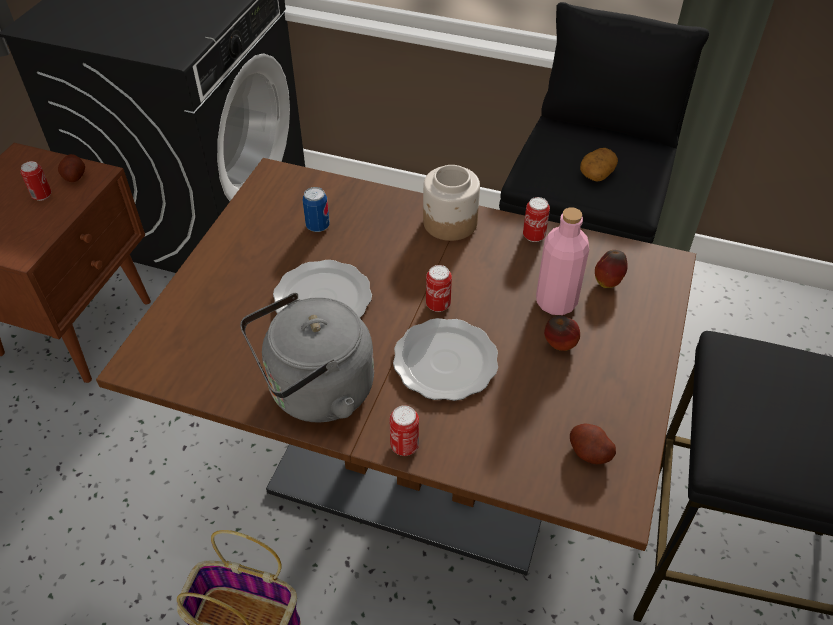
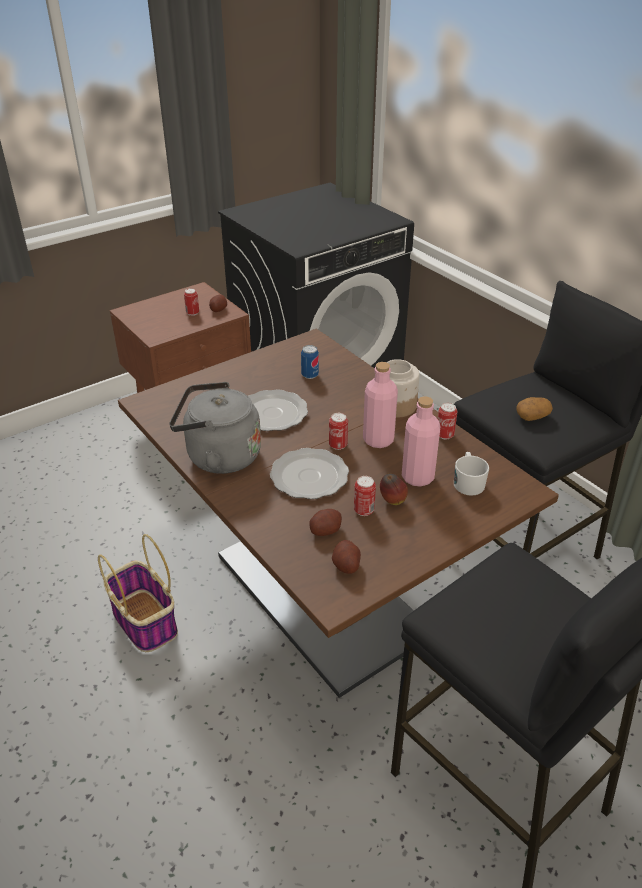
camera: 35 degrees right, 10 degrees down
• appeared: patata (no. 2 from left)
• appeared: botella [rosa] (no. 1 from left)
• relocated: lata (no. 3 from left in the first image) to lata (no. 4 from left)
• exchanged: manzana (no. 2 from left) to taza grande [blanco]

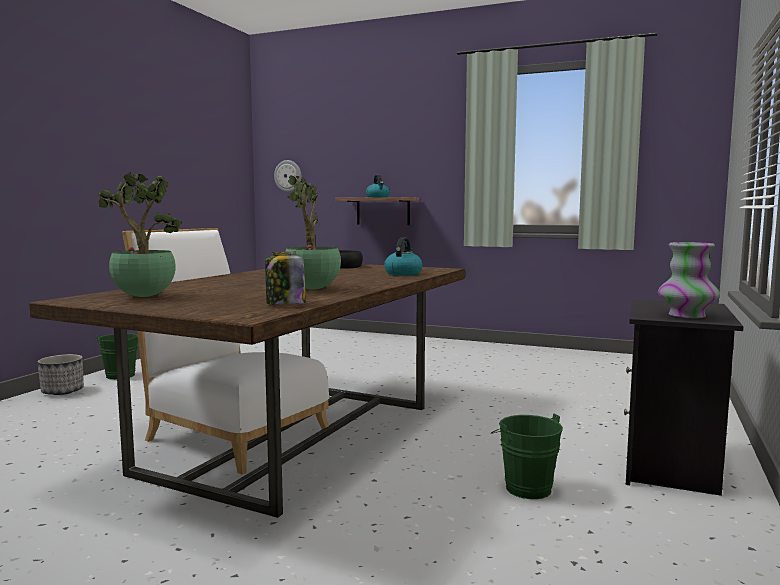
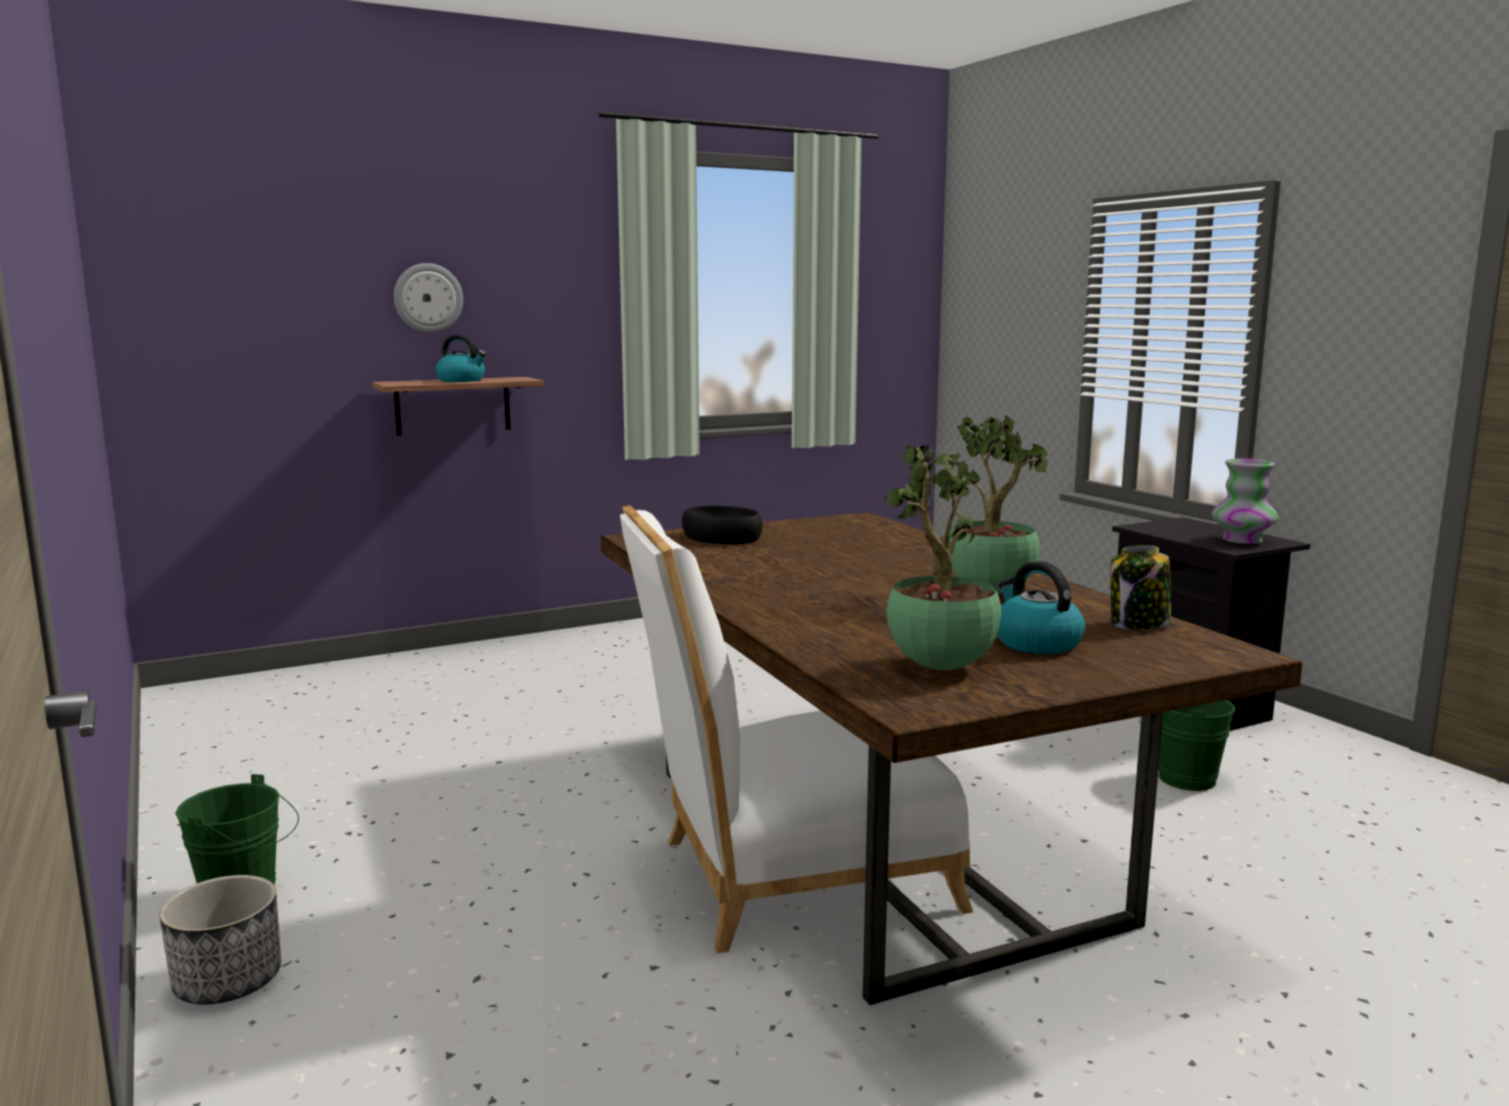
camera: 50 degrees left, 5 degrees up
• relocated: reloj de pared
• relocated: hervidor (no. 2 from left)

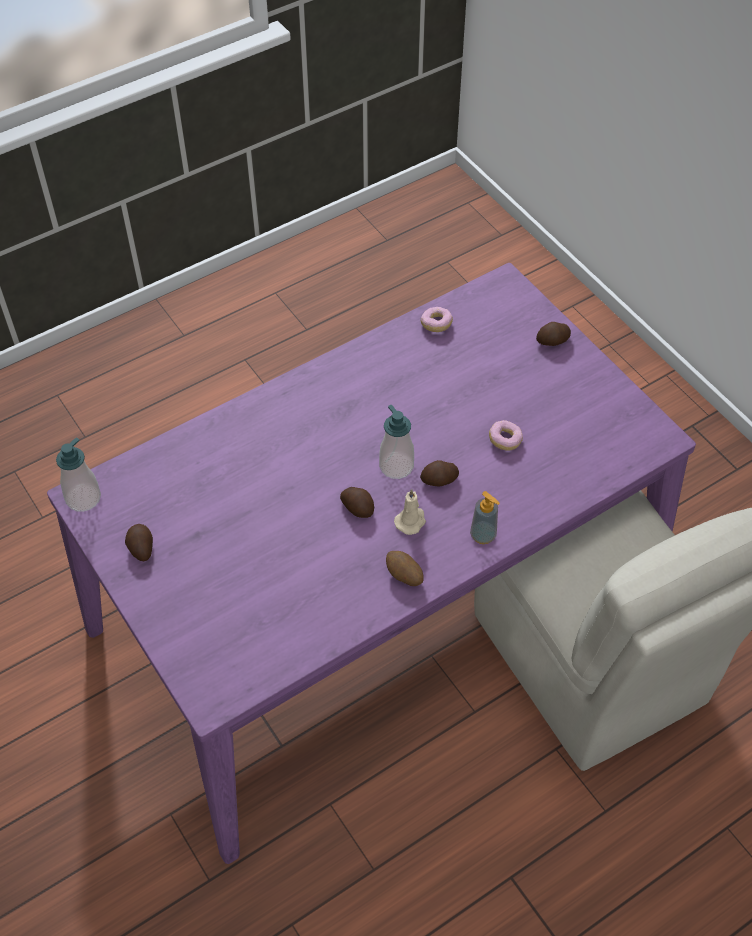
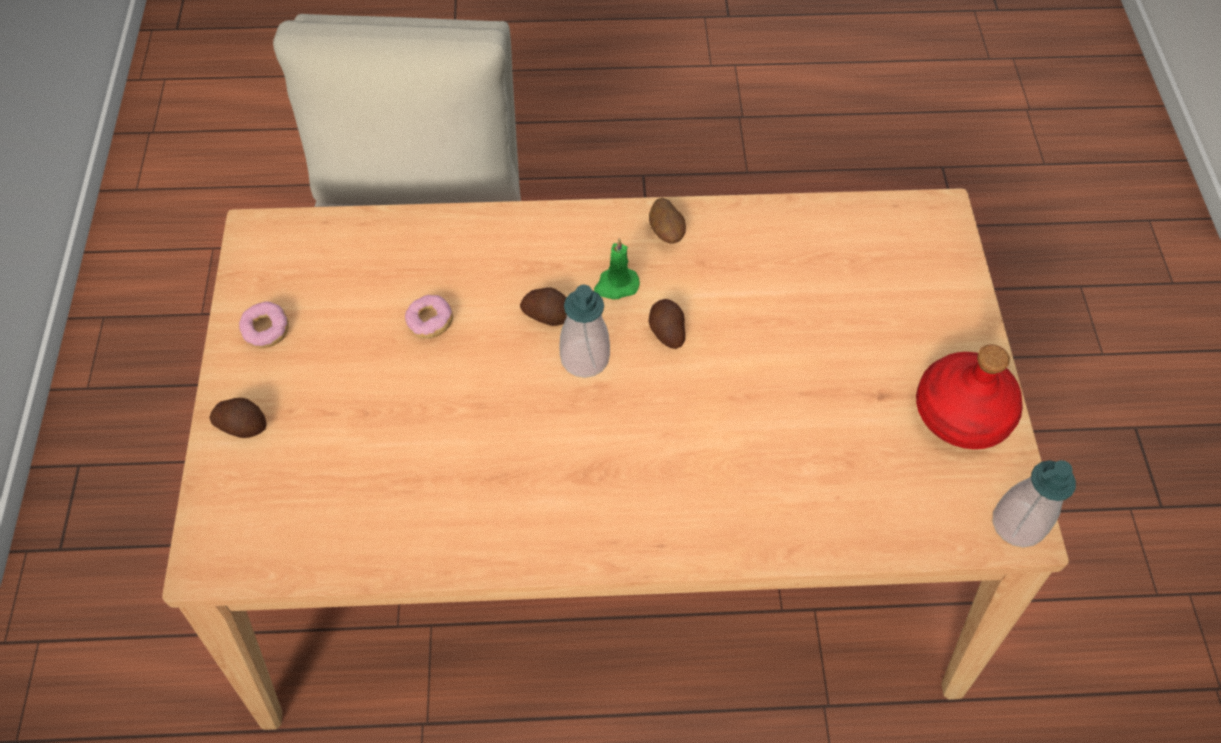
camera: 150 degrees left, 5 degrees up
• missing: dispensador de jabón (no. 3 from left)
• relocated: rosquilla (no. 1 from left)
• exchanged: patata (no. 1 from left) to botella [rojo]
• colour: mesa de comedor [morado] to mesa de comedor [beis]
• colour: vela [beis] to vela [verde]

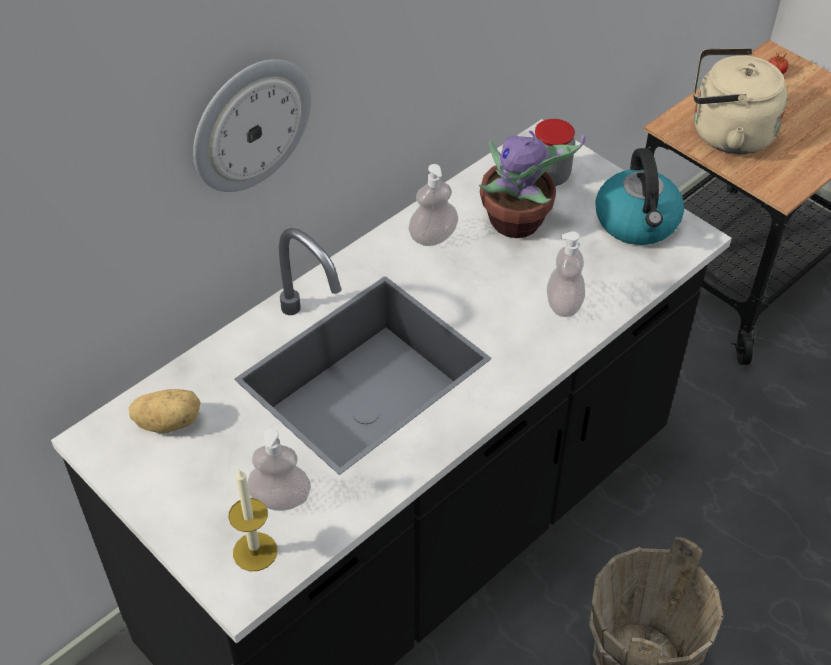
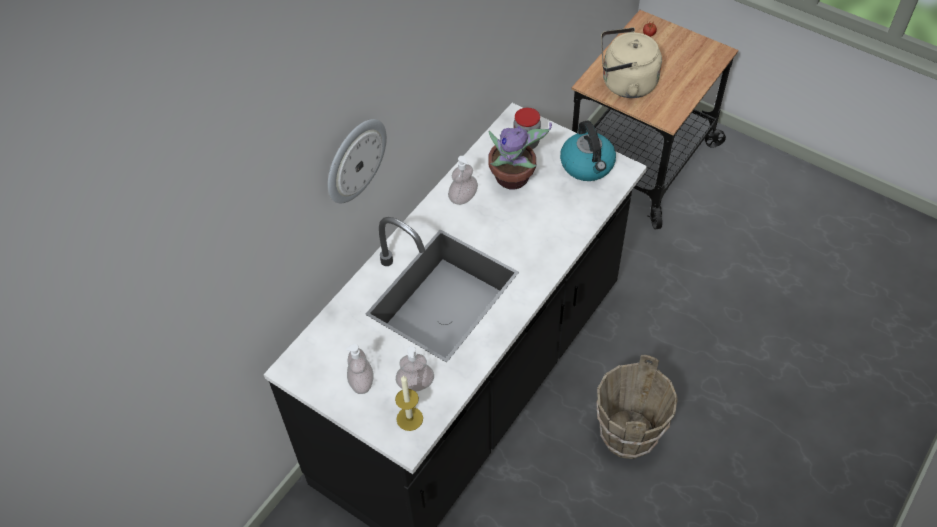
camera: 10 degrees left, 5 degrees up
• missing: patata
• relocated: dispensador de jabón (no. 3 from left in the first image) to dispensador de jabón (no. 1 from left)

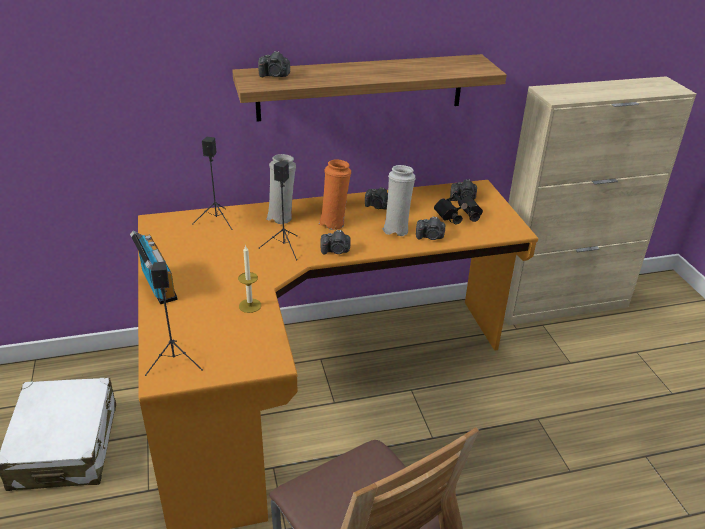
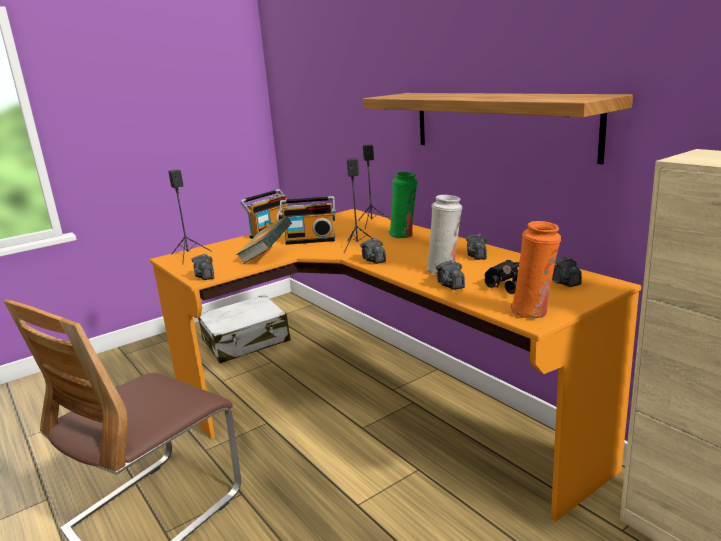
camera: 70 degrees right, 15 degrees down
• appeared: radio (no. 2 from left)
• relocated: cámara (no. 1 from left)
• relocated: florero [naranja]
• exchanged: vela to libro
• colour: florero [blanco] (no. 1 from left) to florero [verde]

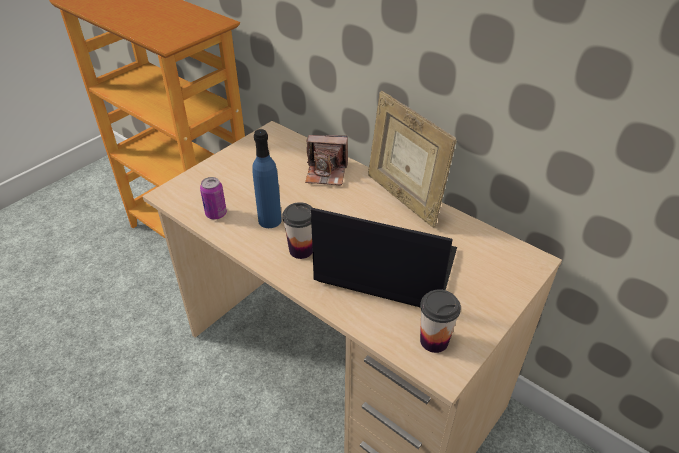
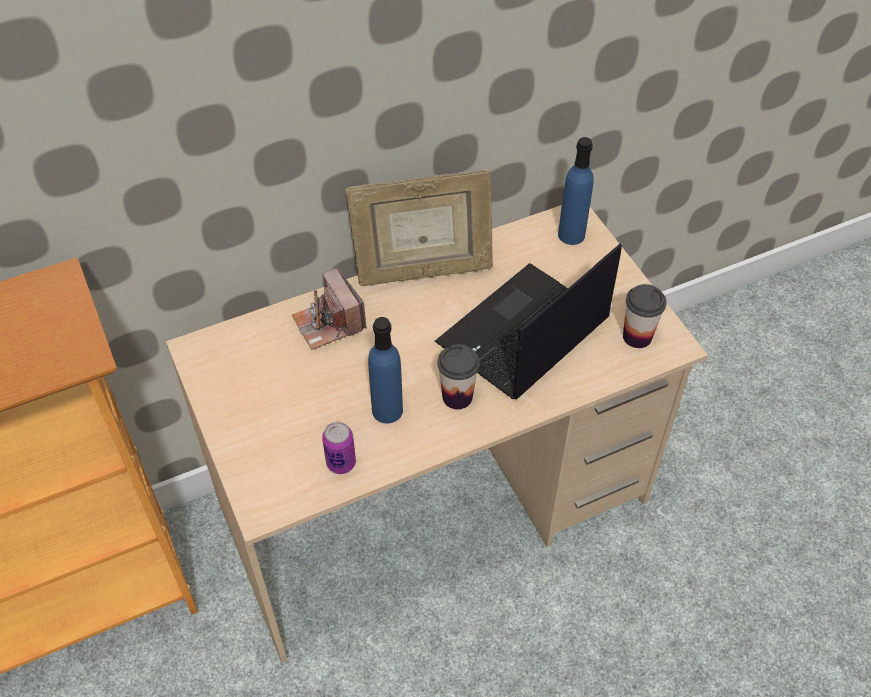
camera: 65 degrees left, 10 degrees up
• appeared: botella [azul] (no. 2 from left)
• spun: cámara 120 degrees clockwise

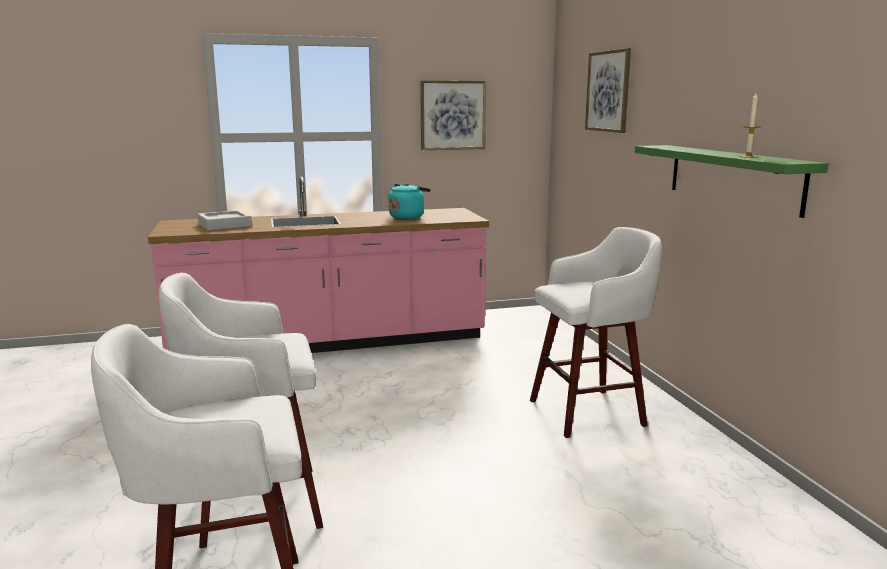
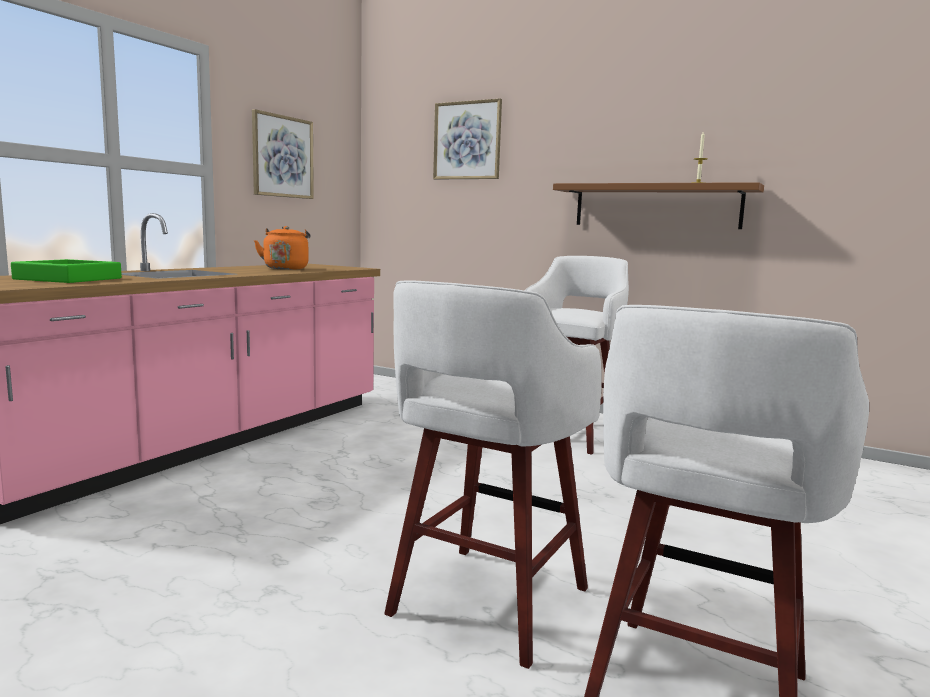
camera: 45 degrees left, 5 degrees down
• colour: bandeja [gris] to bandeja [verde]
• colour: hervidor [turquesa] to hervidor [naranja]
• colour: estante [verde] to estante [marrón]

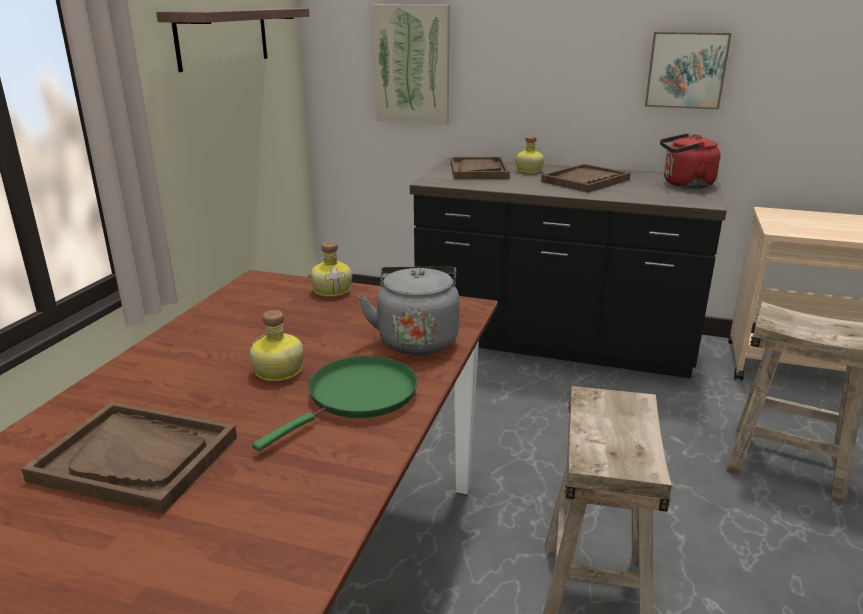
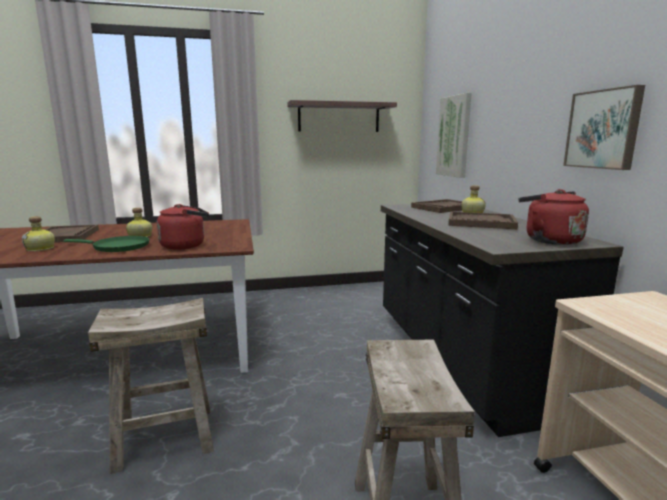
camera: 60 degrees right, 10 degrees down
• relocated: botella (no. 2 from left in the first image) to botella (no. 1 from left)
• colour: hervidor [gris] to hervidor [rojo] (no. 1 from left)

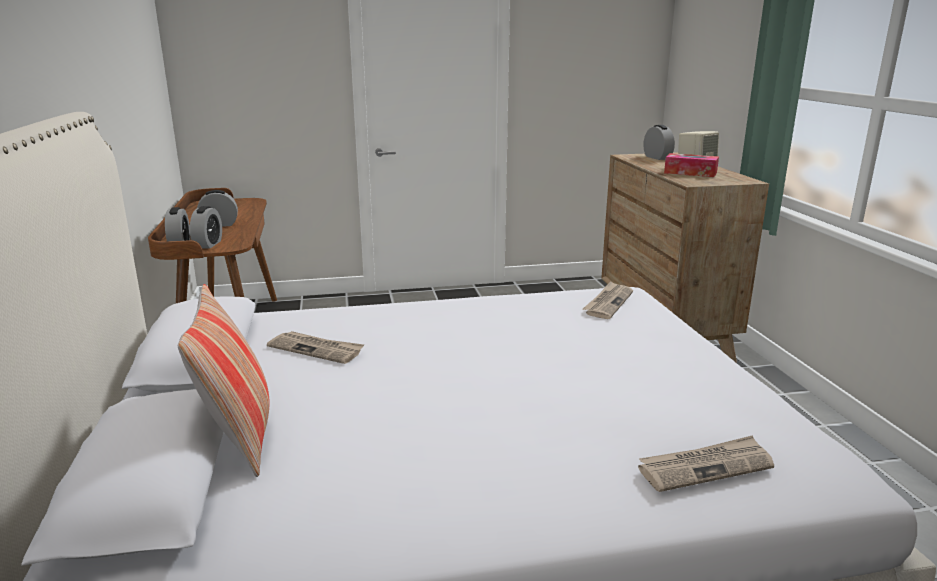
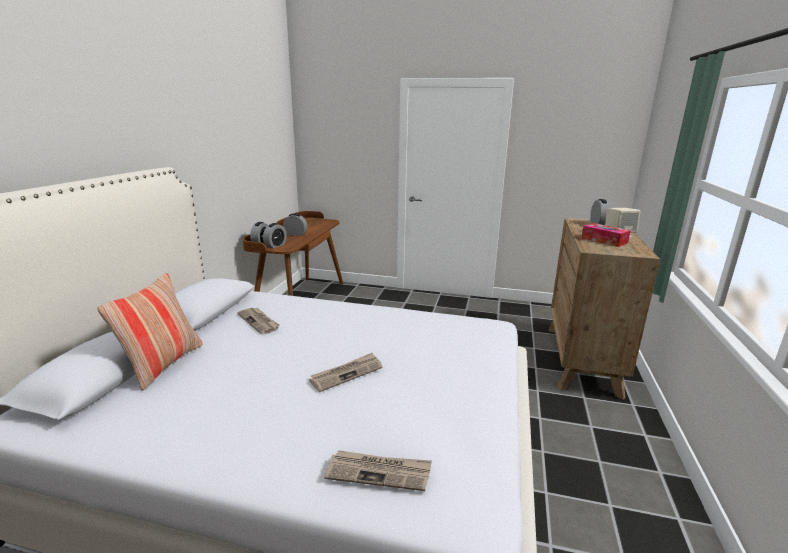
camera: 25 degrees right, 0 degrees up
• relocated: periódico (no. 2 from left)

